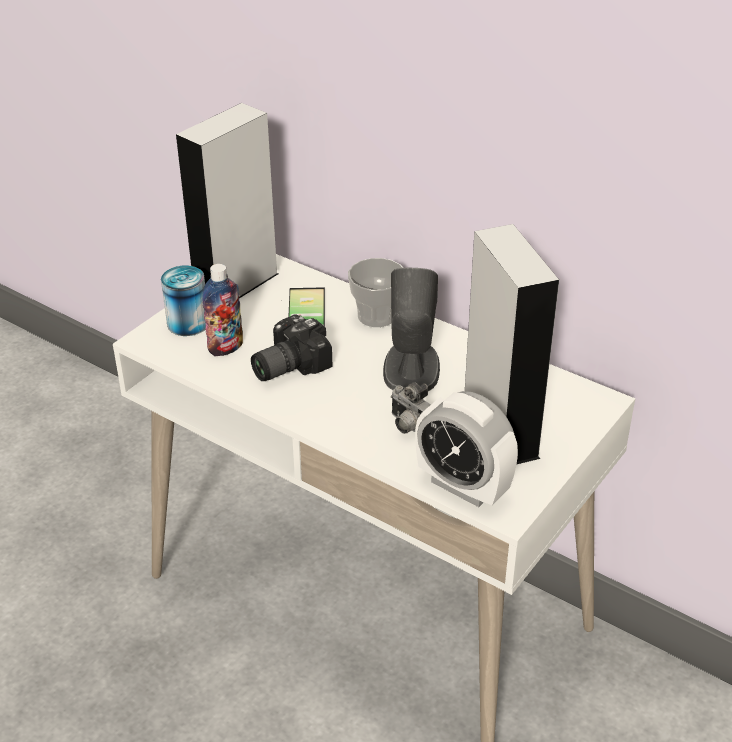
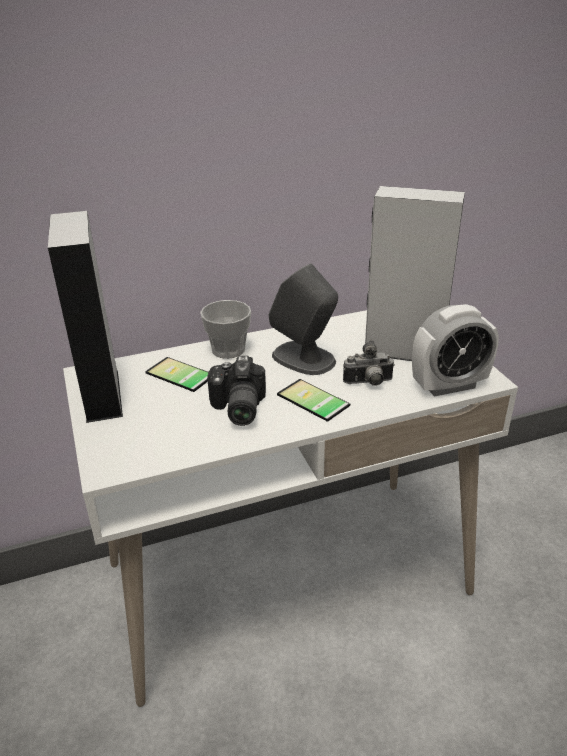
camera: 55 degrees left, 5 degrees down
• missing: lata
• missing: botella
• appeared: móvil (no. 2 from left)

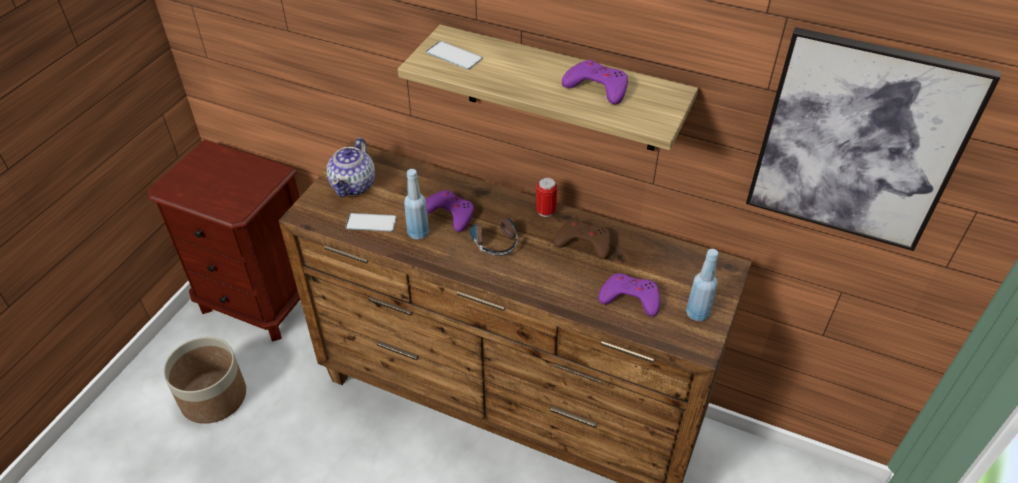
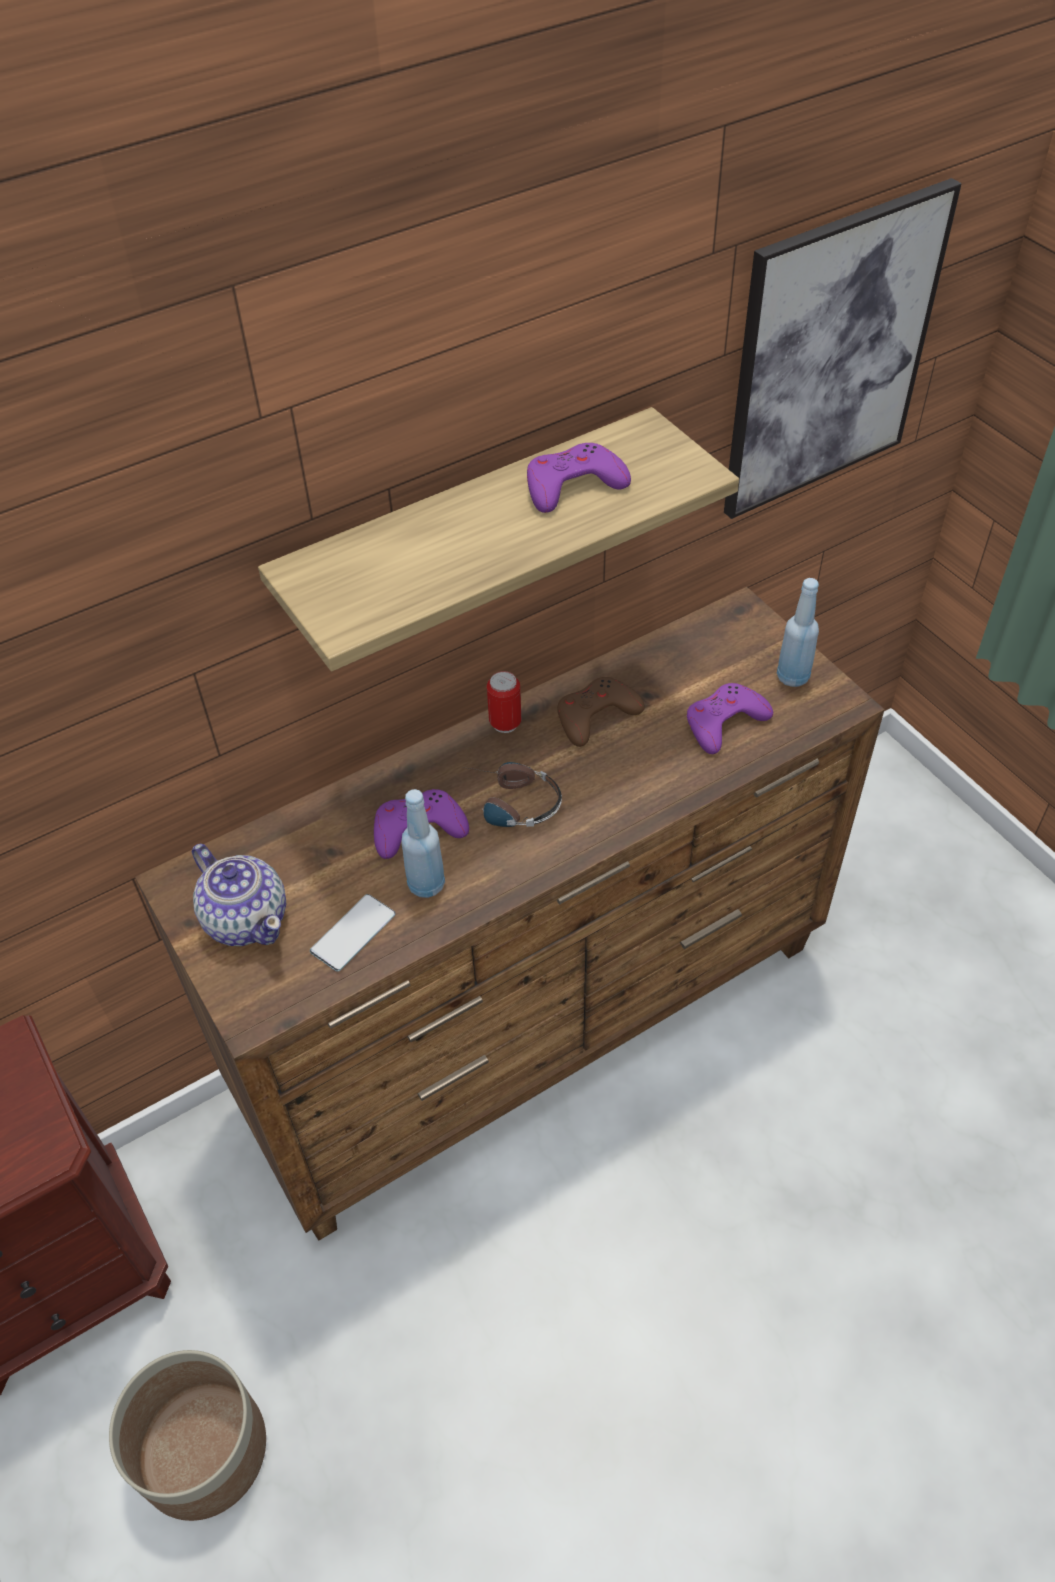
camera: 55 degrees left, 5 degrees up
• missing: móvil (no. 2 from left)

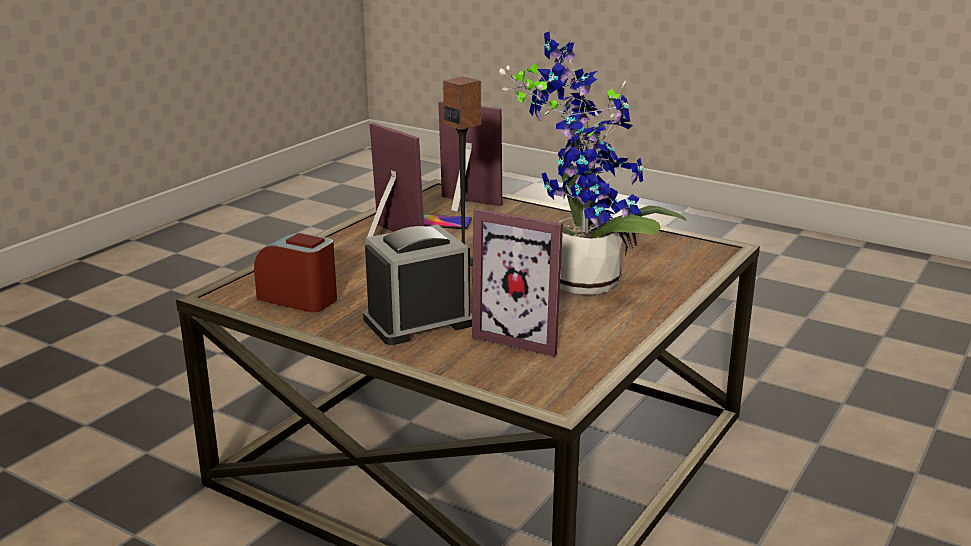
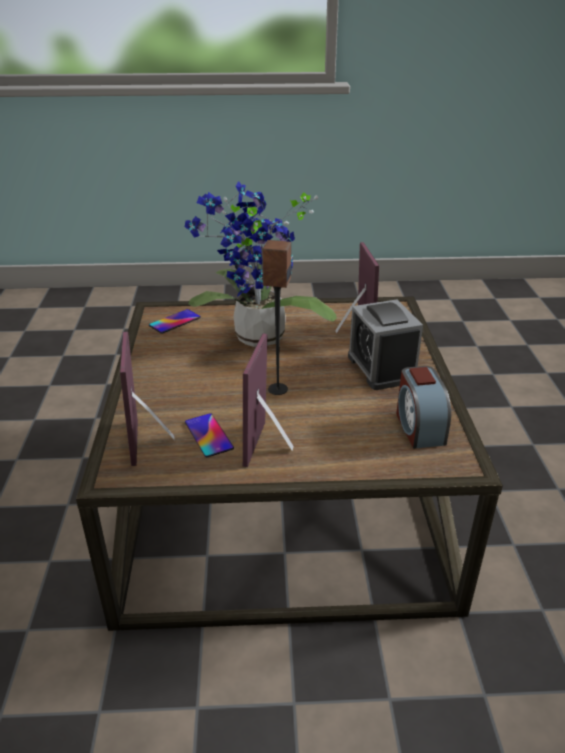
camera: 125 degrees left, 10 degrees up
• appeared: móvil (no. 1 from left)
• spun: despertador (no. 2 from left in the first image) 45 degrees clockwise

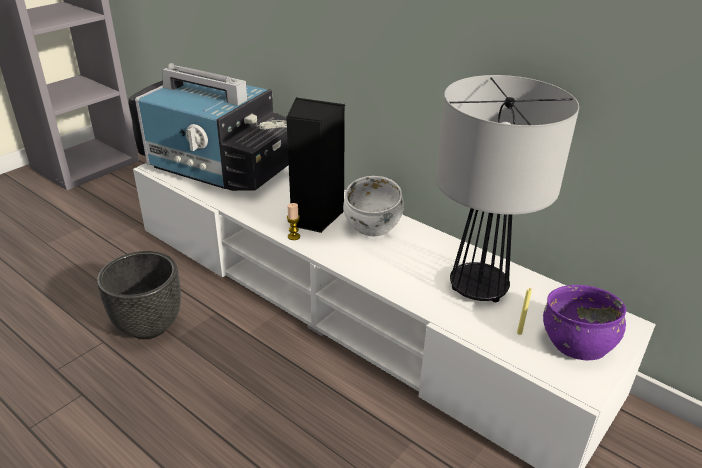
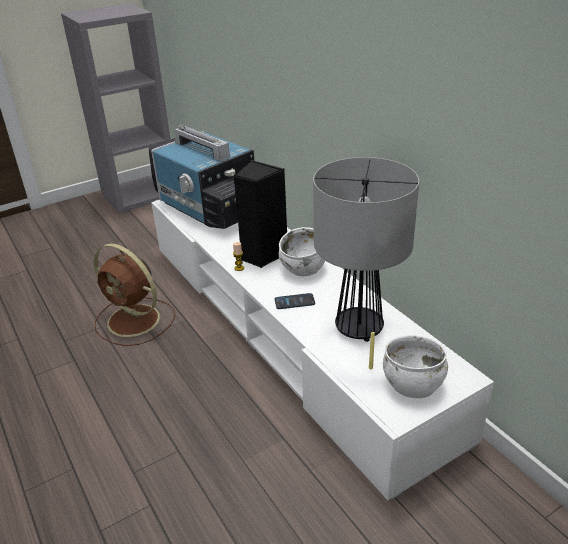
camera: 20 degrees right, 0 degrees up
• appeared: móvil
• exchanged: maceta [negro] to ventilador [marrón]
• colour: cuenco [morado] to cuenco [blanco] (no. 2 from left)

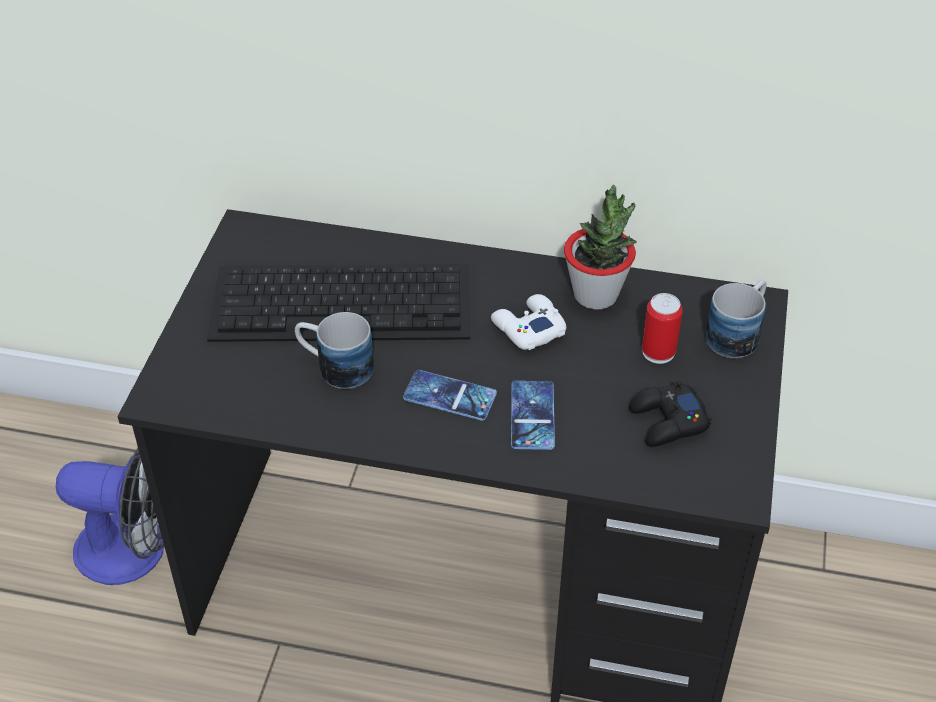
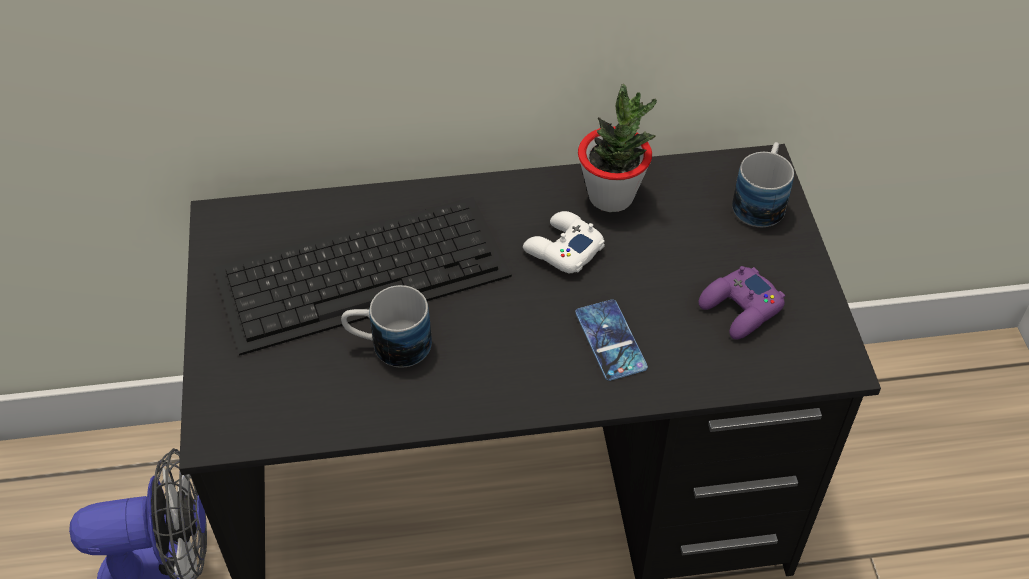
camera: 20 degrees left, 5 degrees up
• missing: móvil (no. 1 from left)
• missing: lata
• colour: mando de consola [negro] to mando de consola [morado]

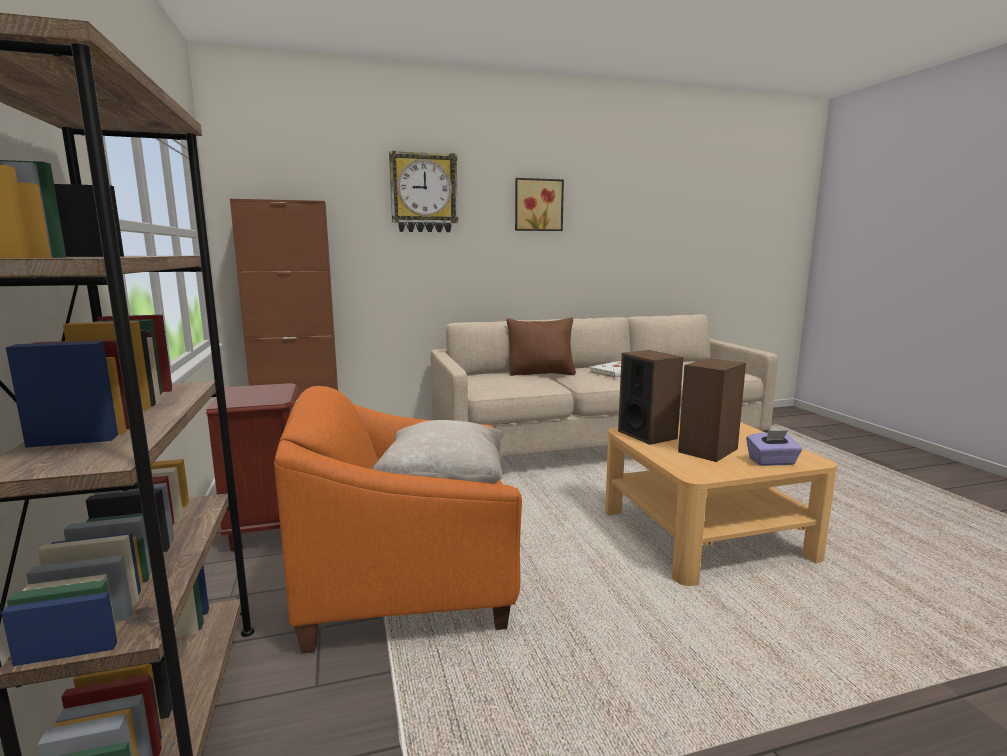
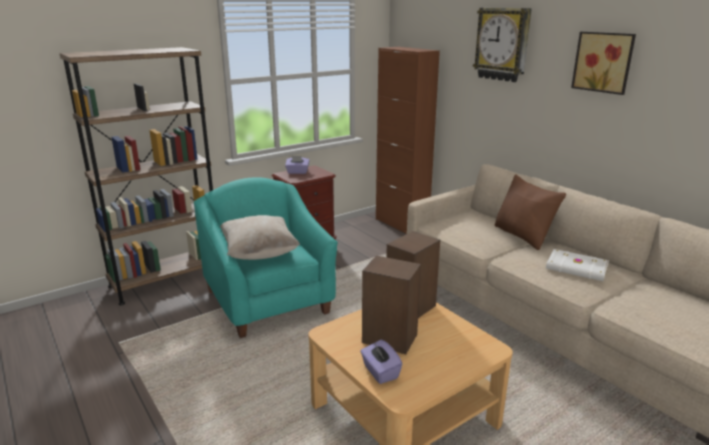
camera: 70 degrees right, 10 degrees up
• appeared: caja de pañuelos [morado] (no. 1 from left)
• colour: sillón [naranja] to sillón [turquesa]

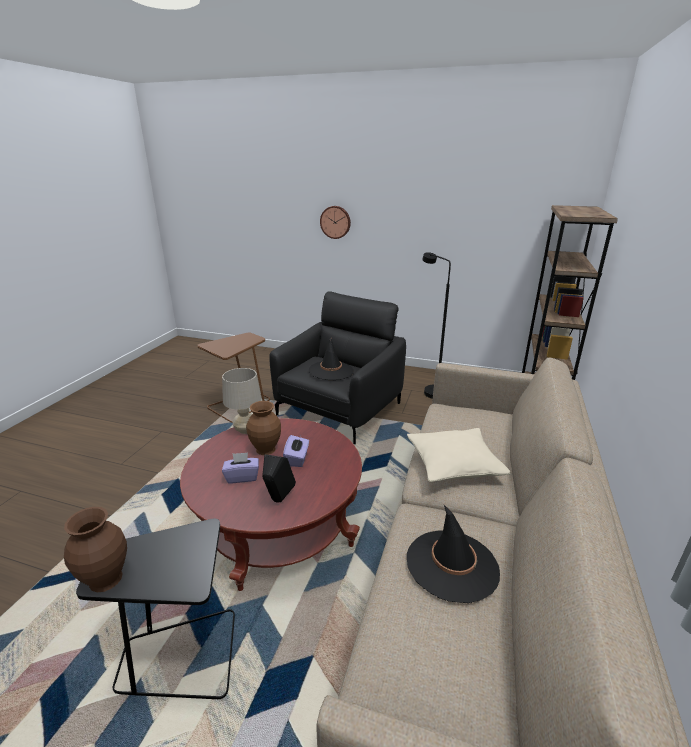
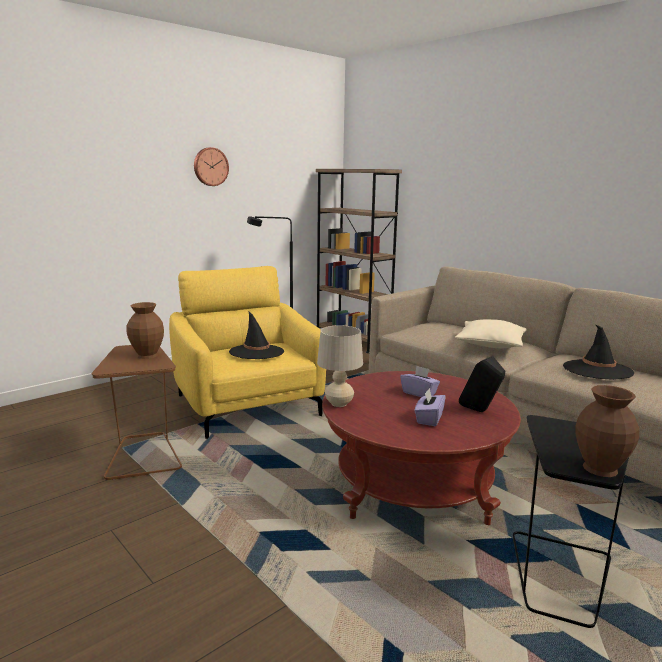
camera: 60 degrees left, 10 degrees down
• relocated: florero [marrón] (no. 2 from left in the first image) to florero [marrón] (no. 1 from left)
• relocated: reloj de pared
• colour: sillón [negro] to sillón [amarillo]

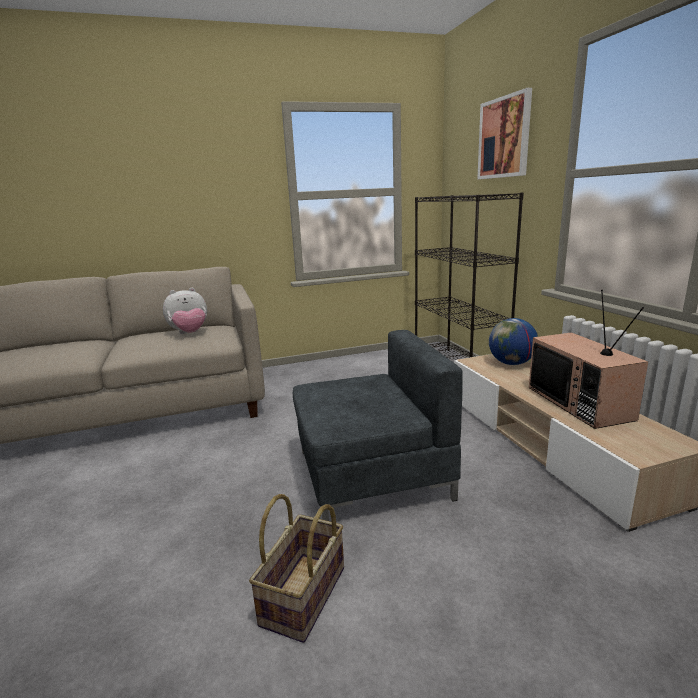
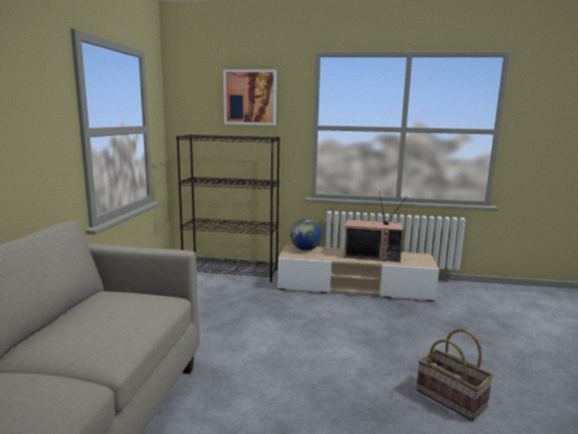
camera: 65 degrees left, 5 degrees down
• missing: peluche
• missing: sillón [gris]

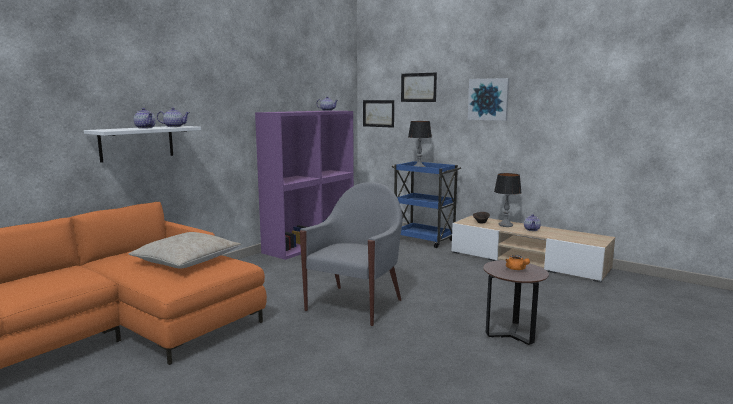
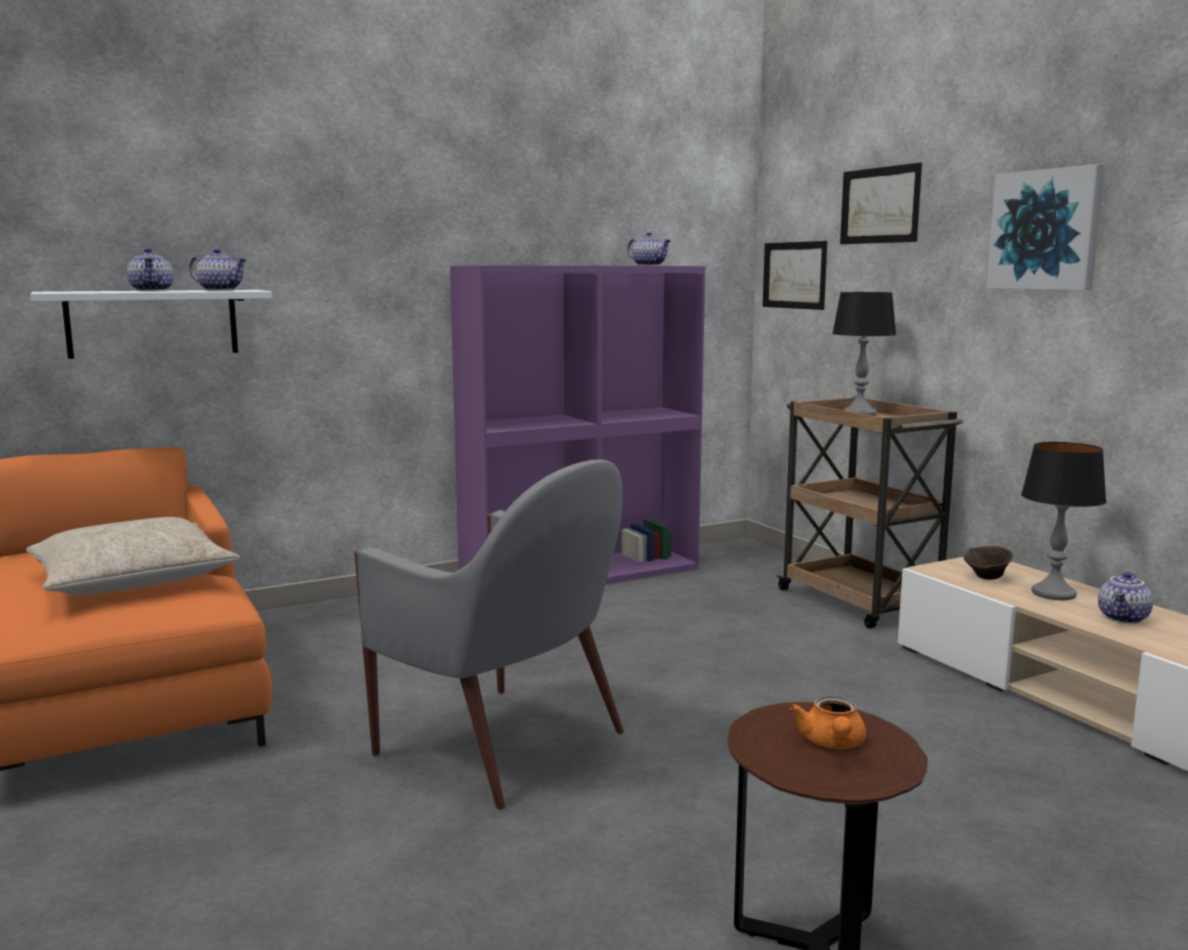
camera: 25 degrees right, 0 degrees up
• colour: carrito [azul] to carrito [marrón]
• spun: sillón [gris] 75 degrees clockwise

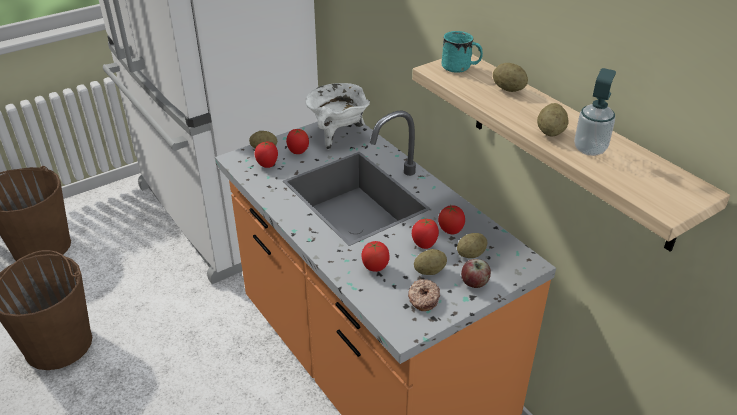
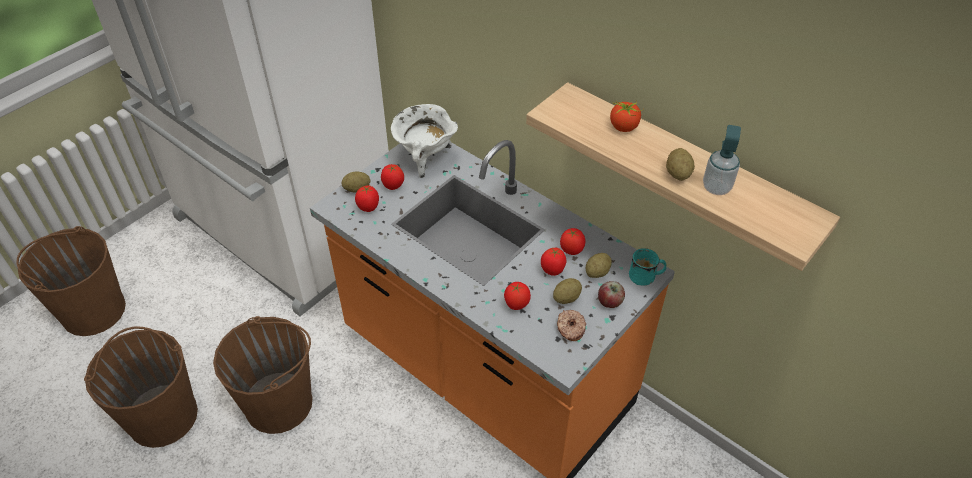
camera: 15 degrees left, 10 degrees up
• appeared: cubo [marrón] (no. 3 from left)
• relocated: taza grande [turquesa]
• exchanged: patata (no. 4 from left) to tomate (no. 6 from left)

